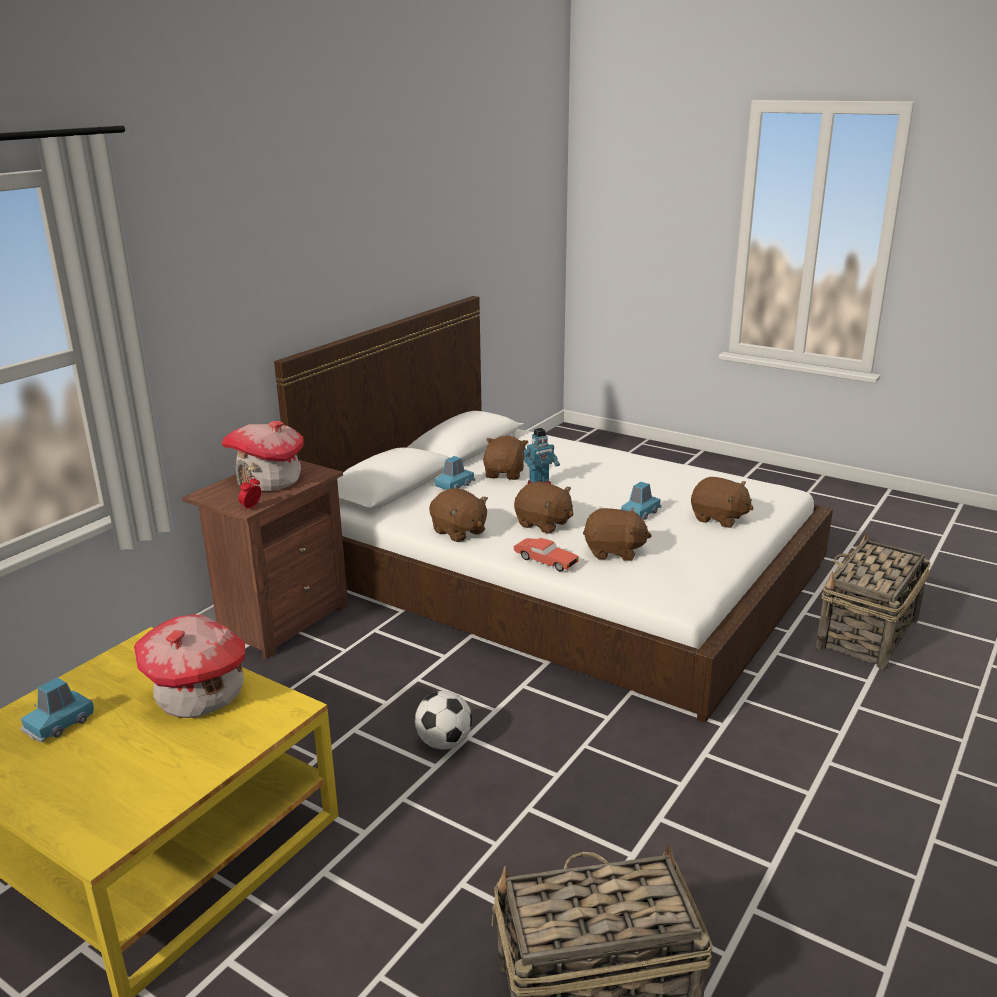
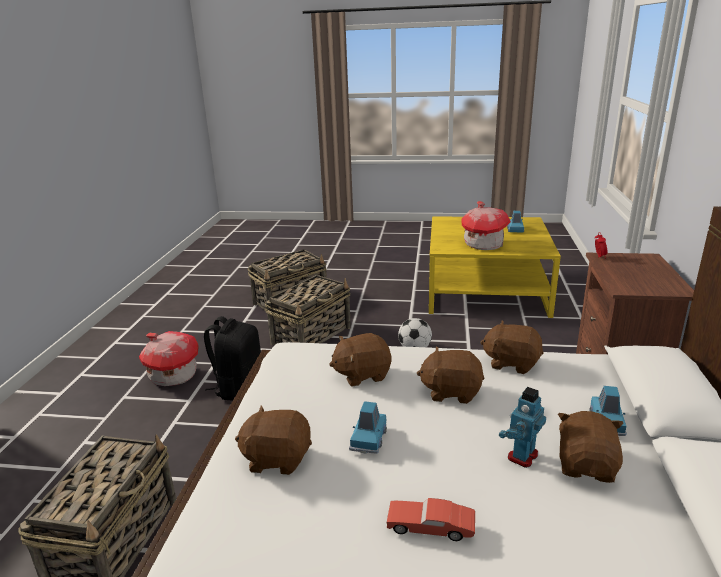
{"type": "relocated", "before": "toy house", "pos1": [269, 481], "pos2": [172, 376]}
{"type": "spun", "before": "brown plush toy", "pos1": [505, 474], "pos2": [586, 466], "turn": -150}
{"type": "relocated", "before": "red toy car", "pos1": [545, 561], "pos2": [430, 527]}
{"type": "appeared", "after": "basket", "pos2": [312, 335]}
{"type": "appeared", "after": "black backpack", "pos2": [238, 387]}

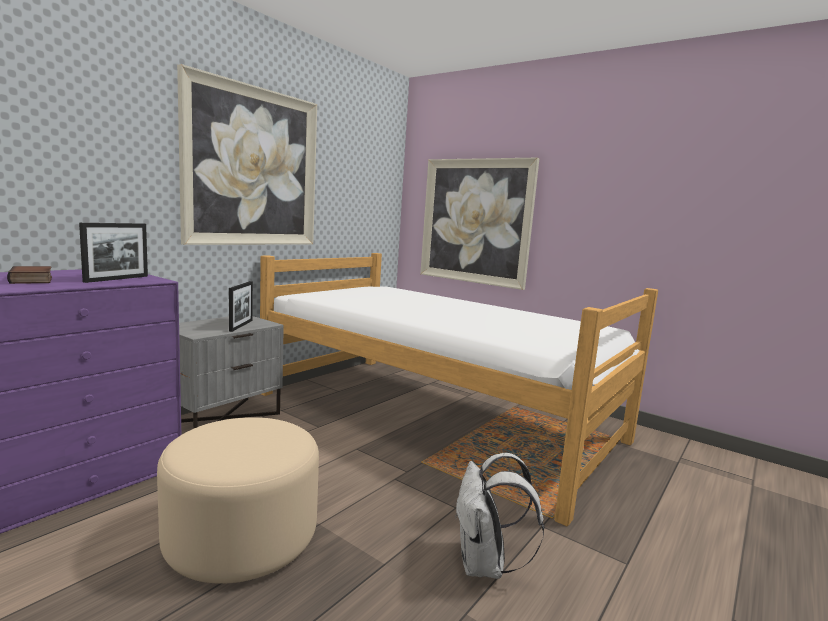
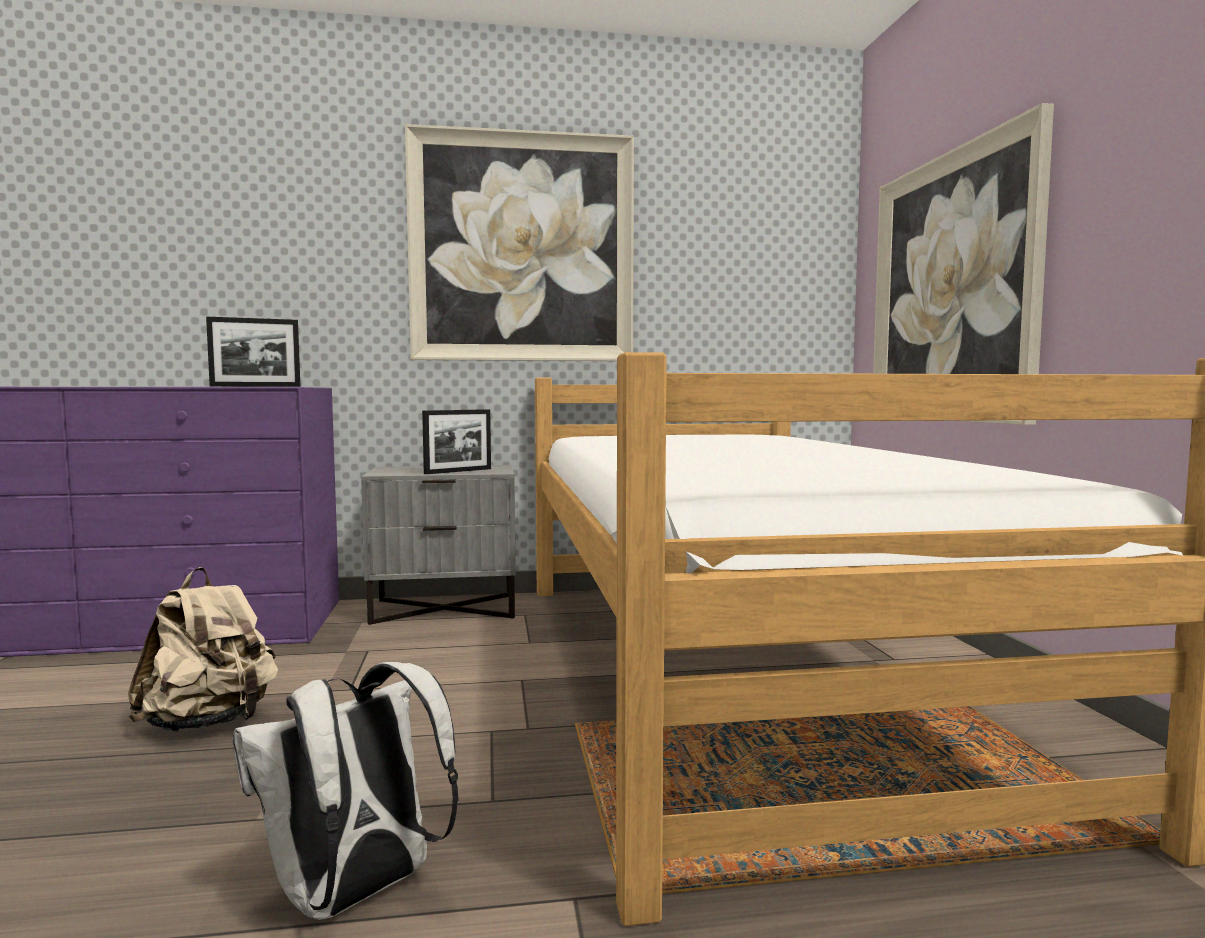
{"type": "missing", "before": "book", "pos1": [33, 280]}
{"type": "exchanged", "before": "beige ottoman", "after": "beige backpack", "pos1": [241, 537], "pos2": [209, 723]}

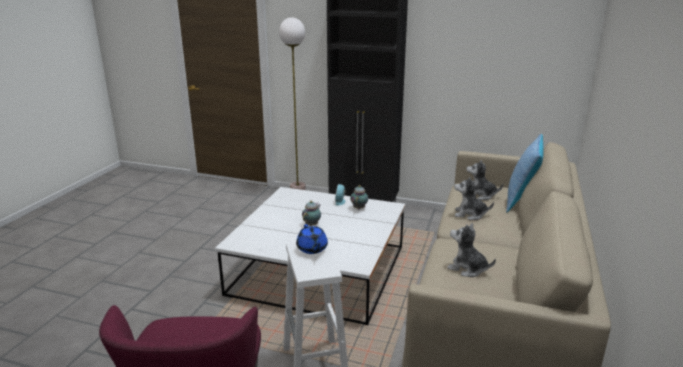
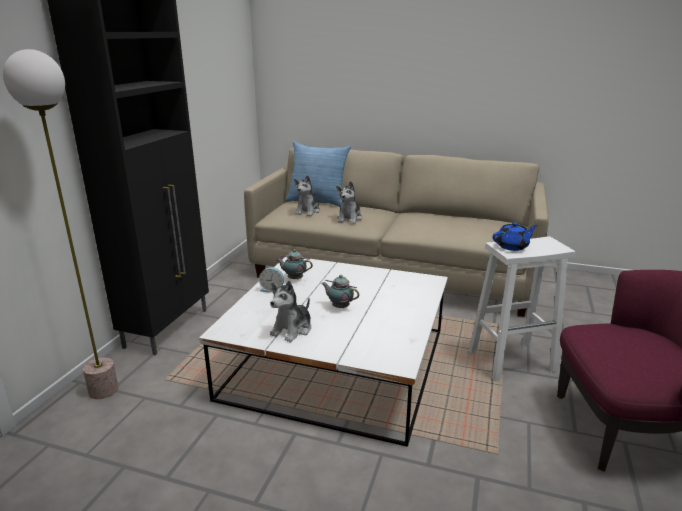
{"type": "relocated", "before": "plush toy", "pos1": [467, 269], "pos2": [292, 330]}

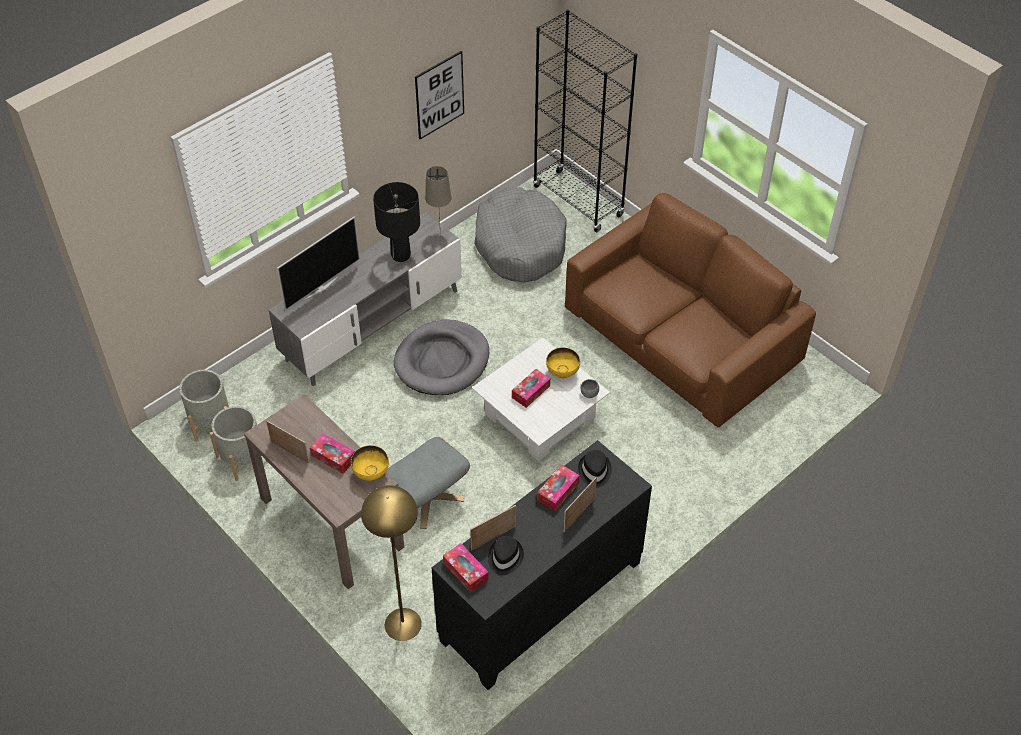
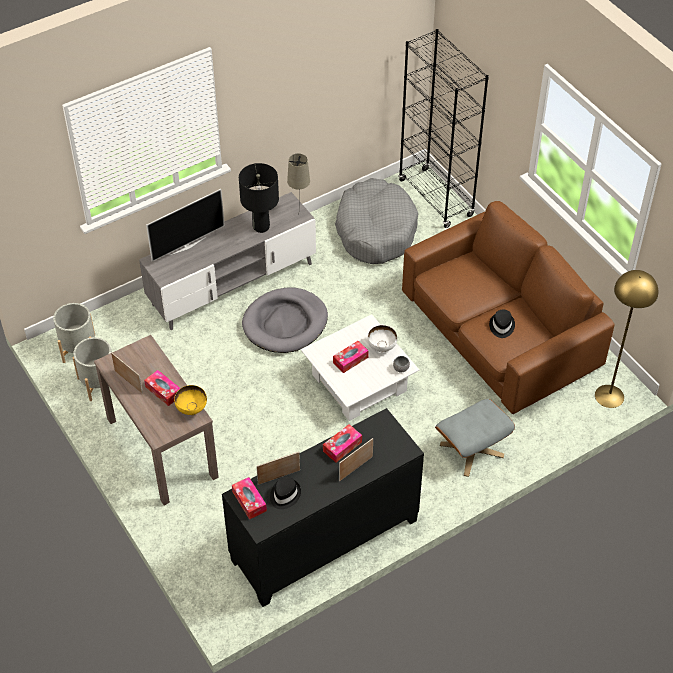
{"type": "missing", "before": "picture", "pos1": [439, 95]}
{"type": "colour", "before": "yellow bowl", "after": "white bowl", "pos1": [562, 373], "pos2": [381, 347]}
{"type": "relocated", "before": "grey ottoman", "pos1": [427, 497], "pos2": [472, 450]}
{"type": "relocated", "before": "black hat", "pos1": [594, 471], "pos2": [501, 326]}
{"type": "relocated", "before": "yellow floor lamp", "pos1": [403, 624], "pos2": [609, 396]}

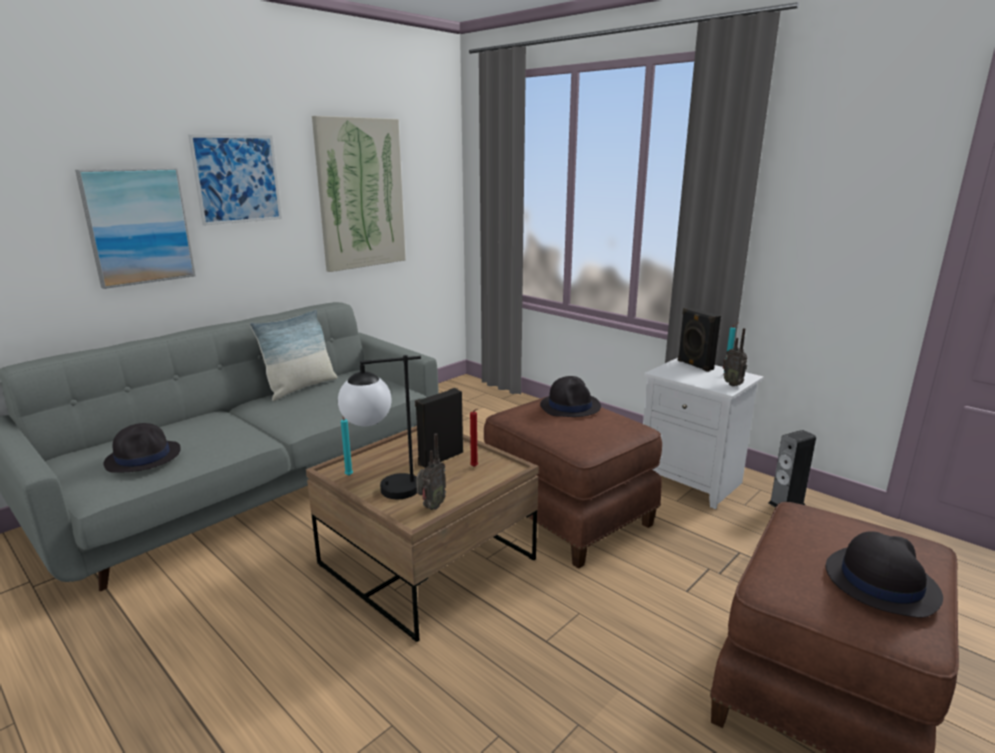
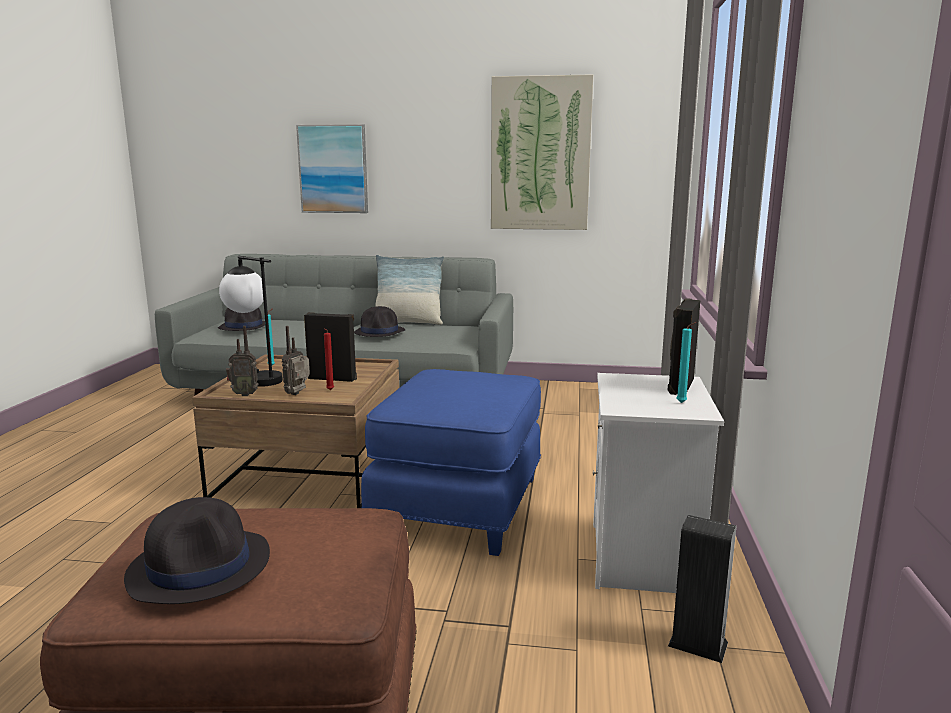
{"type": "missing", "before": "picture", "pos1": [237, 179]}
{"type": "relocated", "before": "radio", "pos1": [733, 384], "pos2": [298, 394]}
{"type": "relocated", "before": "black hat", "pos1": [570, 406], "pos2": [380, 332]}
{"type": "colour", "before": "brown ottoman", "after": "blue ottoman", "pos1": [567, 513], "pos2": [460, 506]}

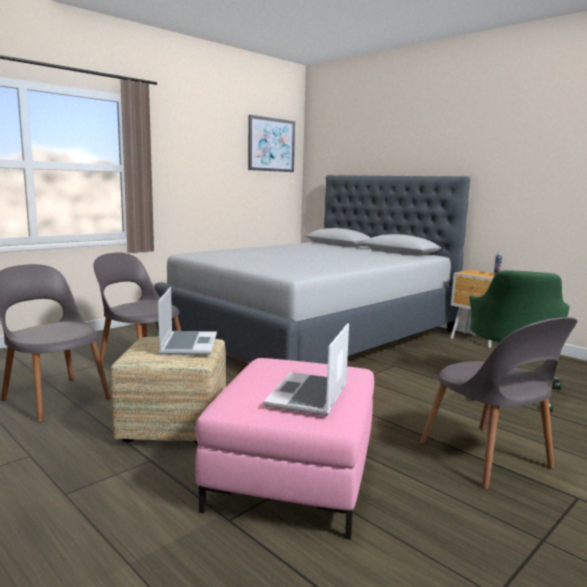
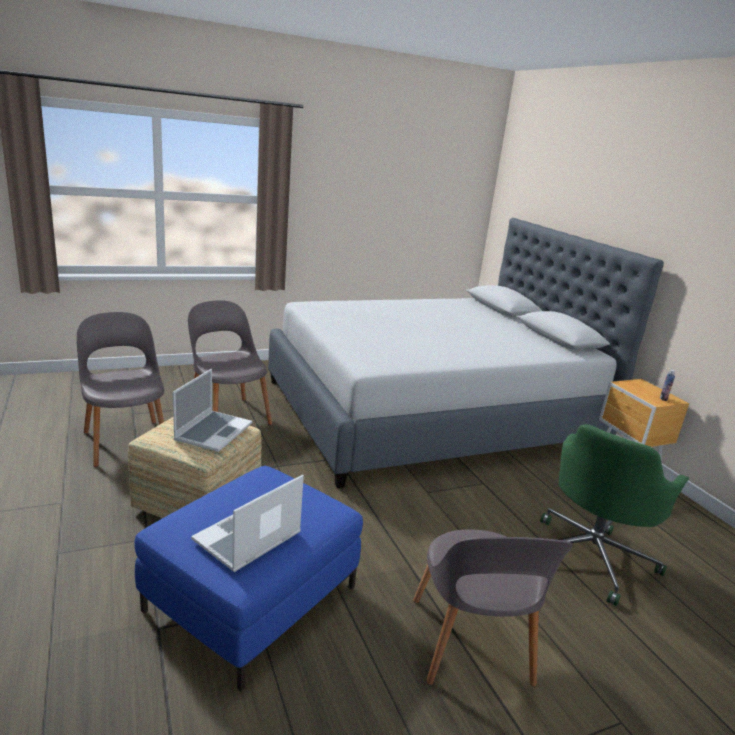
{"type": "missing", "before": "picture", "pos1": [271, 145]}
{"type": "colour", "before": "pink ottoman", "after": "blue ottoman", "pos1": [293, 476], "pos2": [252, 599]}

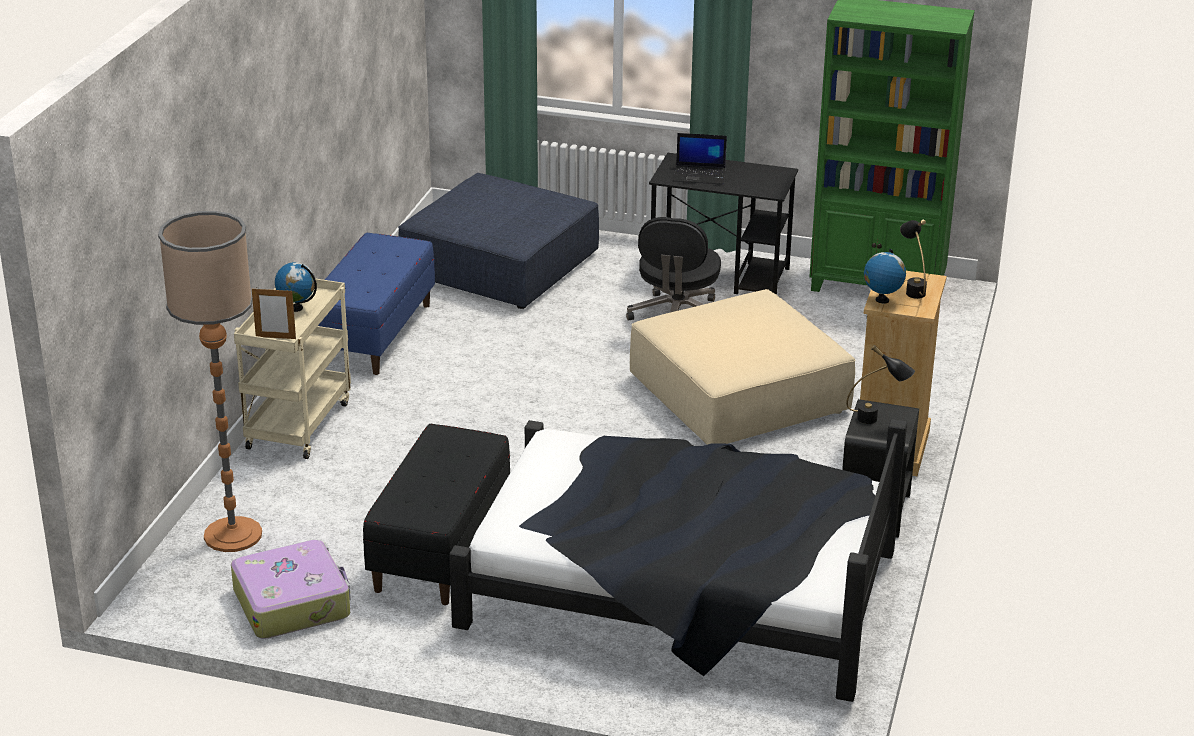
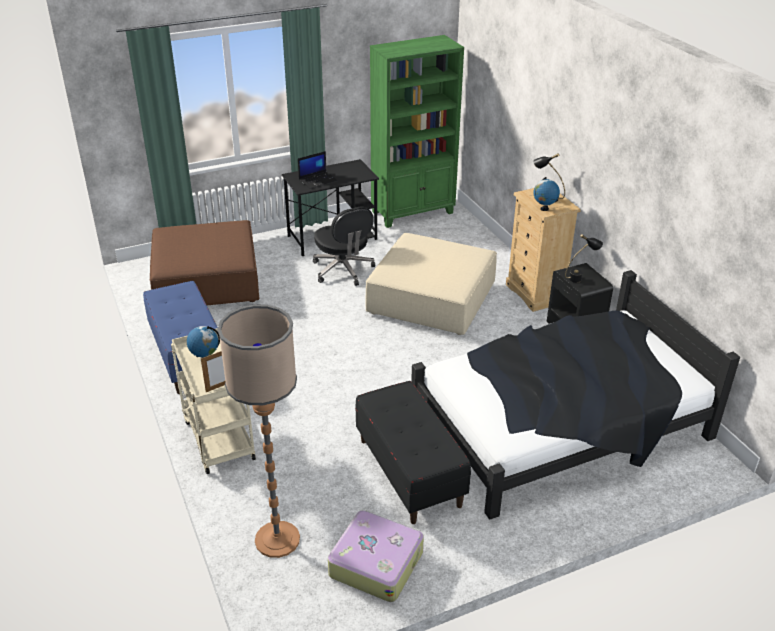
{"type": "colour", "before": "blue ottoman", "after": "brown ottoman", "pos1": [499, 265], "pos2": [206, 281]}

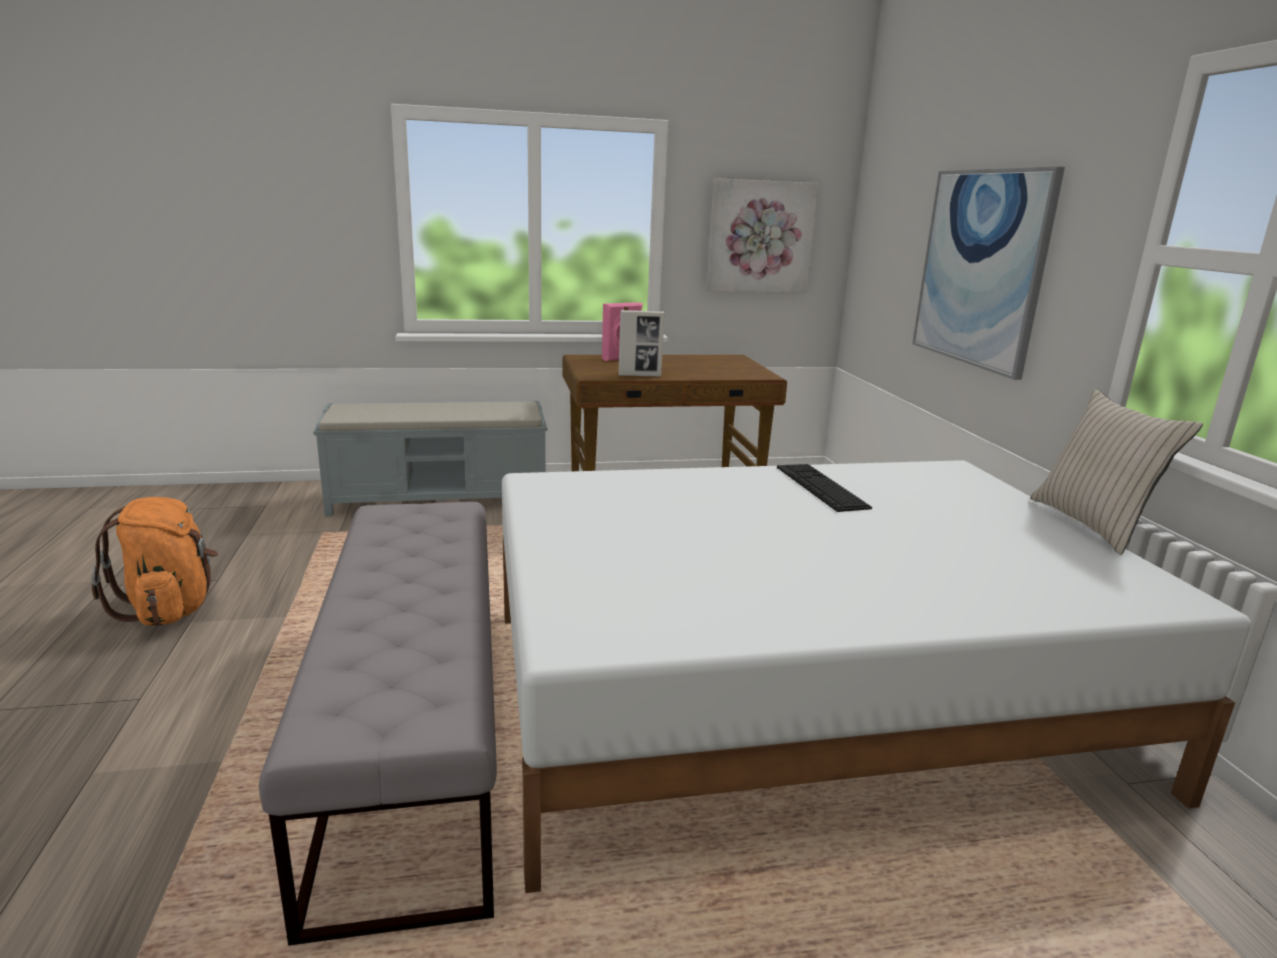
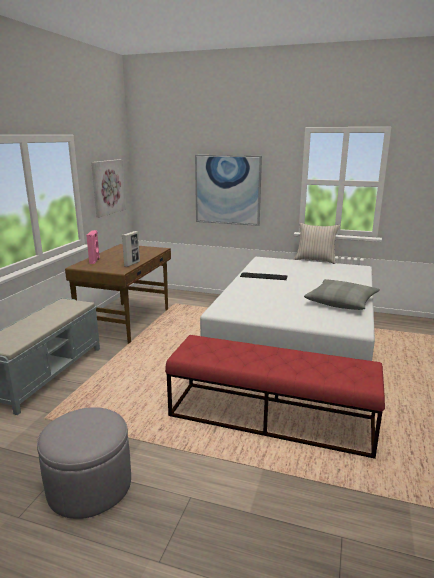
{"type": "exchanged", "before": "orange backpack", "after": "grey ottoman", "pos1": [170, 609], "pos2": [89, 485]}
{"type": "colour", "before": "grey bench", "after": "red bench", "pos1": [415, 732], "pos2": [271, 417]}
{"type": "appeared", "after": "grey pillow", "pos2": [341, 301]}

